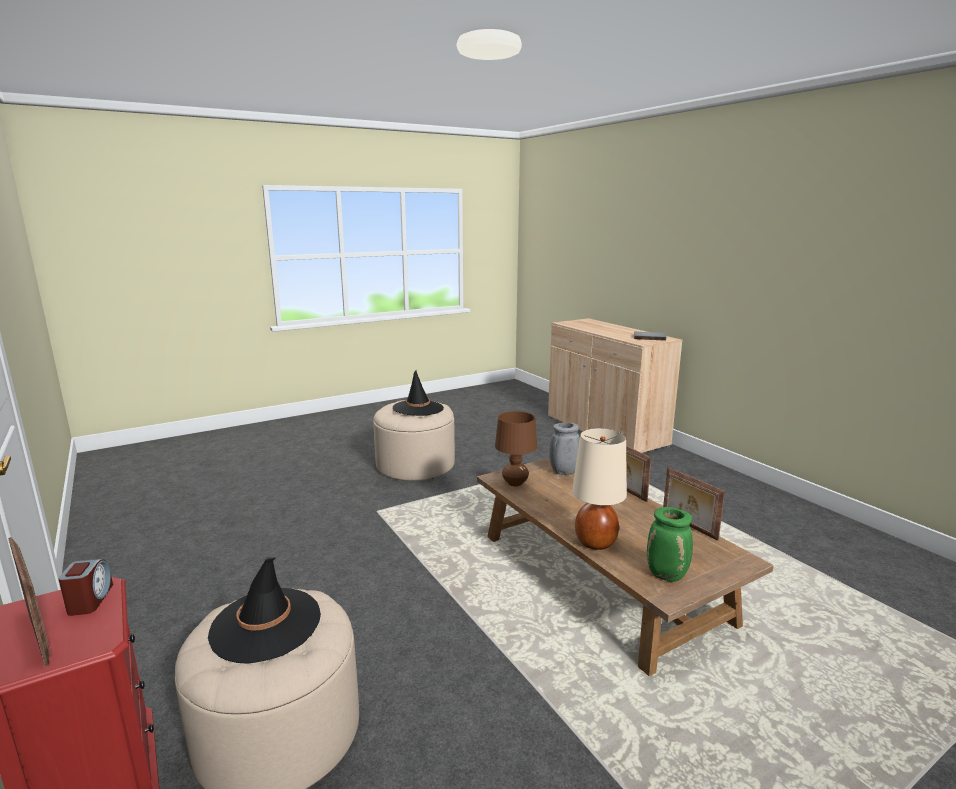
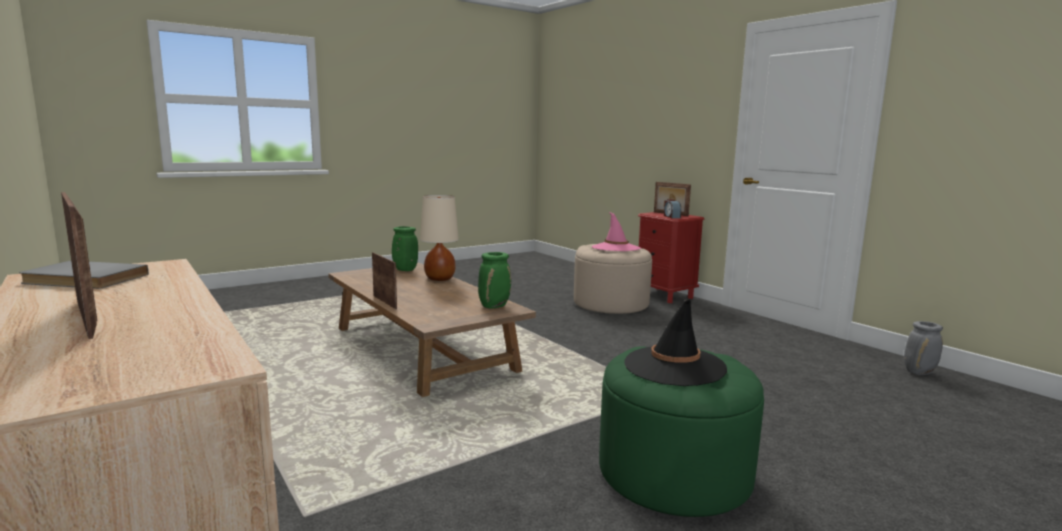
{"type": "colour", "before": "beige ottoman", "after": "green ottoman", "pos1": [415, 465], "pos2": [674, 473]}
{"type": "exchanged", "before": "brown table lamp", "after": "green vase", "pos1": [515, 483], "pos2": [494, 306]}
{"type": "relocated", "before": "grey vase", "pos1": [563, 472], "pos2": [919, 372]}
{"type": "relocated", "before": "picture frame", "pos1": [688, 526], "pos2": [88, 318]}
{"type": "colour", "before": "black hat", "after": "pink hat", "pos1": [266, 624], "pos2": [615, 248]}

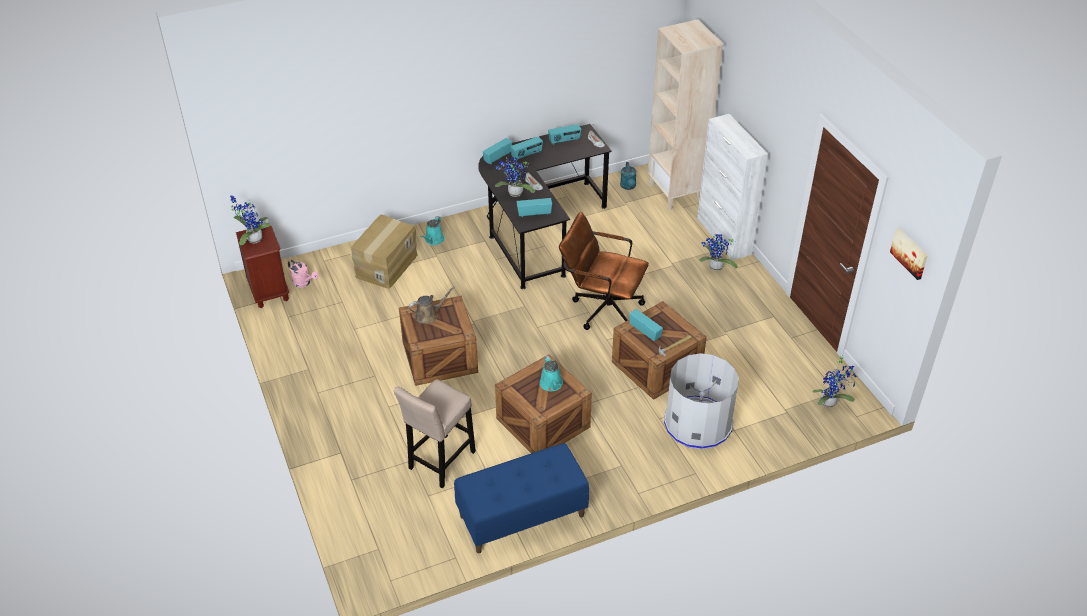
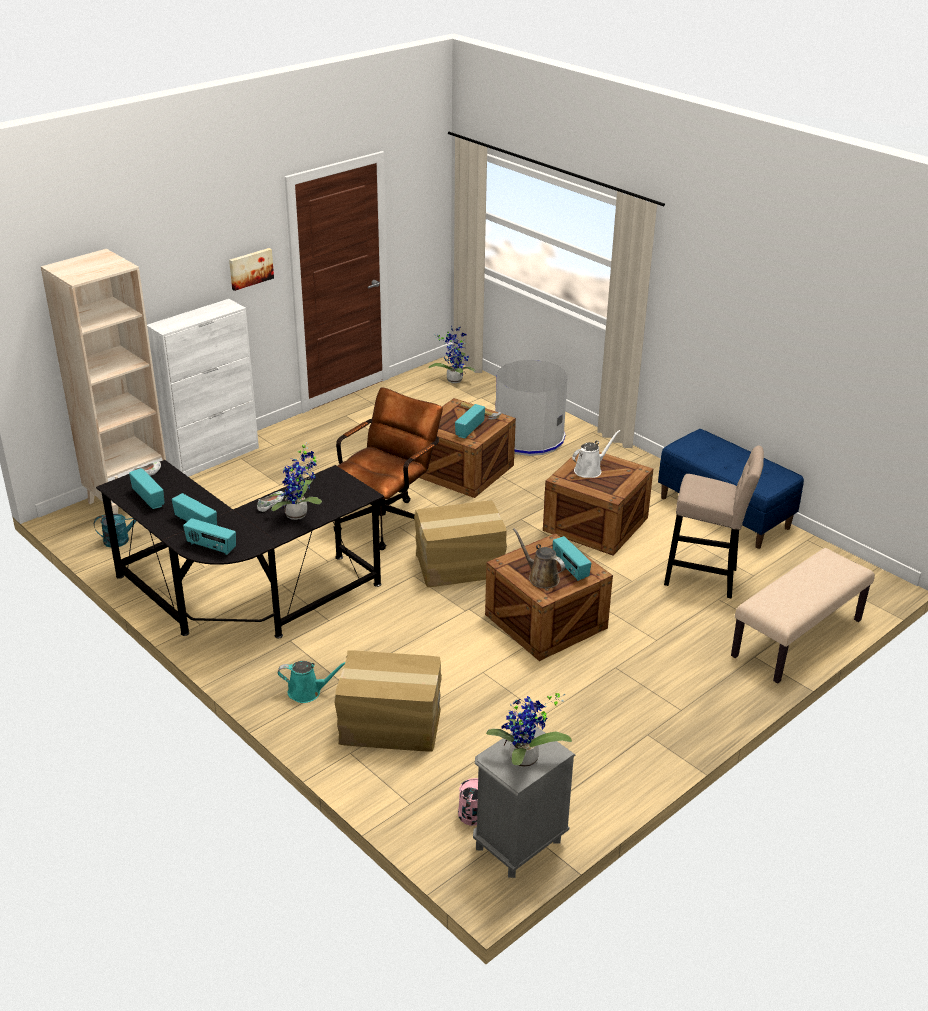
{"type": "relocated", "before": "radio", "pos1": [534, 213], "pos2": [570, 569]}
{"type": "spun", "before": "brown office chair", "pos1": [601, 308], "pos2": [387, 519], "turn": -150}
{"type": "colour", "before": "brown nightstand", "after": "grey nightstand", "pos1": [269, 292], "pos2": [518, 844]}
{"type": "relocated", "before": "picture", "pos1": [910, 253], "pos2": [250, 268]}
{"type": "missing", "before": "potted plant", "pos1": [715, 268]}
{"type": "colour", "before": "turquoise watering can", "after": "white watering can", "pos1": [552, 384], "pos2": [590, 470]}
{"type": "appeared", "after": "cardboard box", "pos2": [460, 566]}
{"type": "appeared", "after": "beige bench", "pos2": [797, 639]}

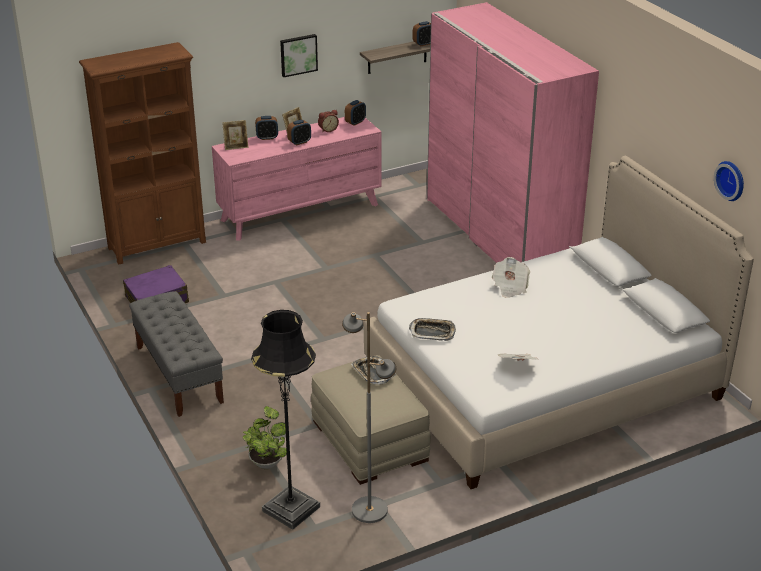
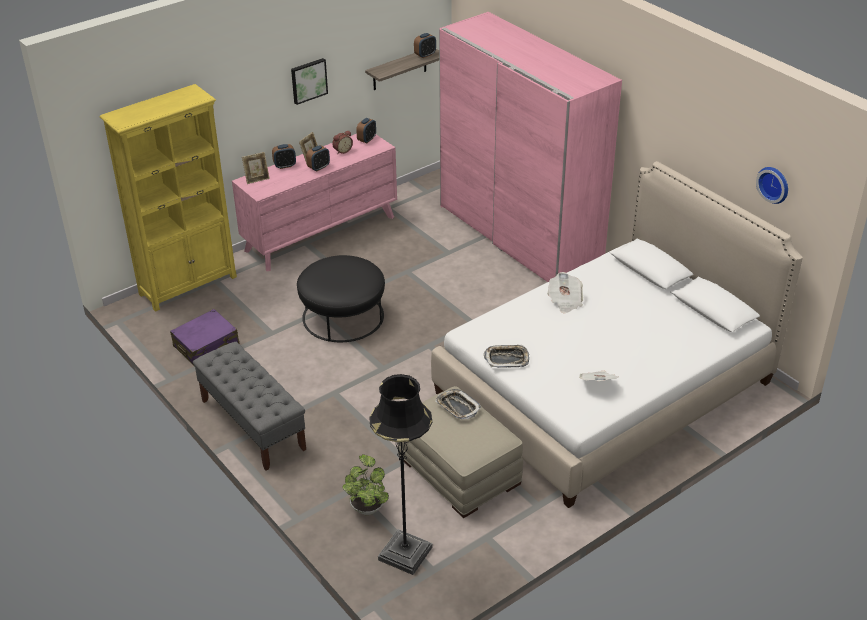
{"type": "colour", "before": "brown bookcase", "after": "yellow bookcase", "pos1": [157, 245], "pos2": [189, 285]}
{"type": "missing", "before": "grey floor lamp", "pos1": [369, 510]}
{"type": "appeared", "after": "black ottoman", "pos2": [343, 316]}

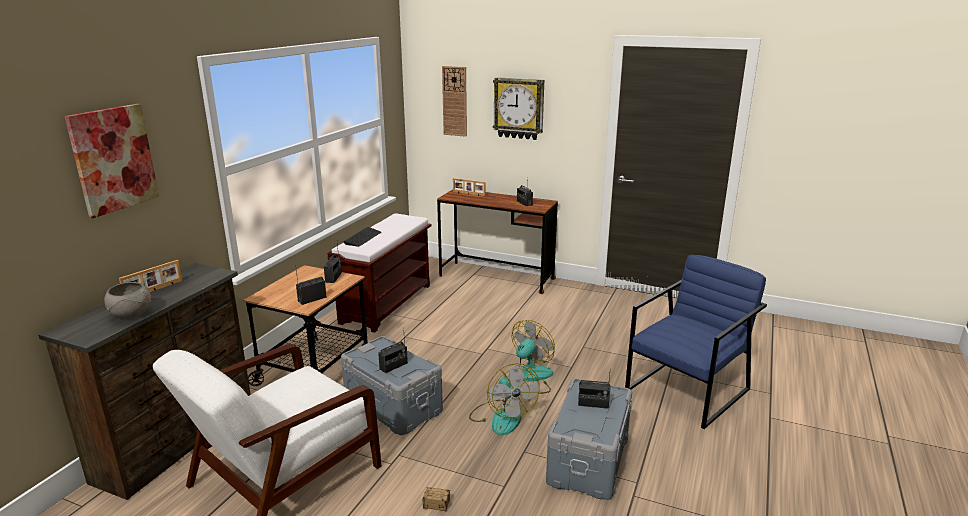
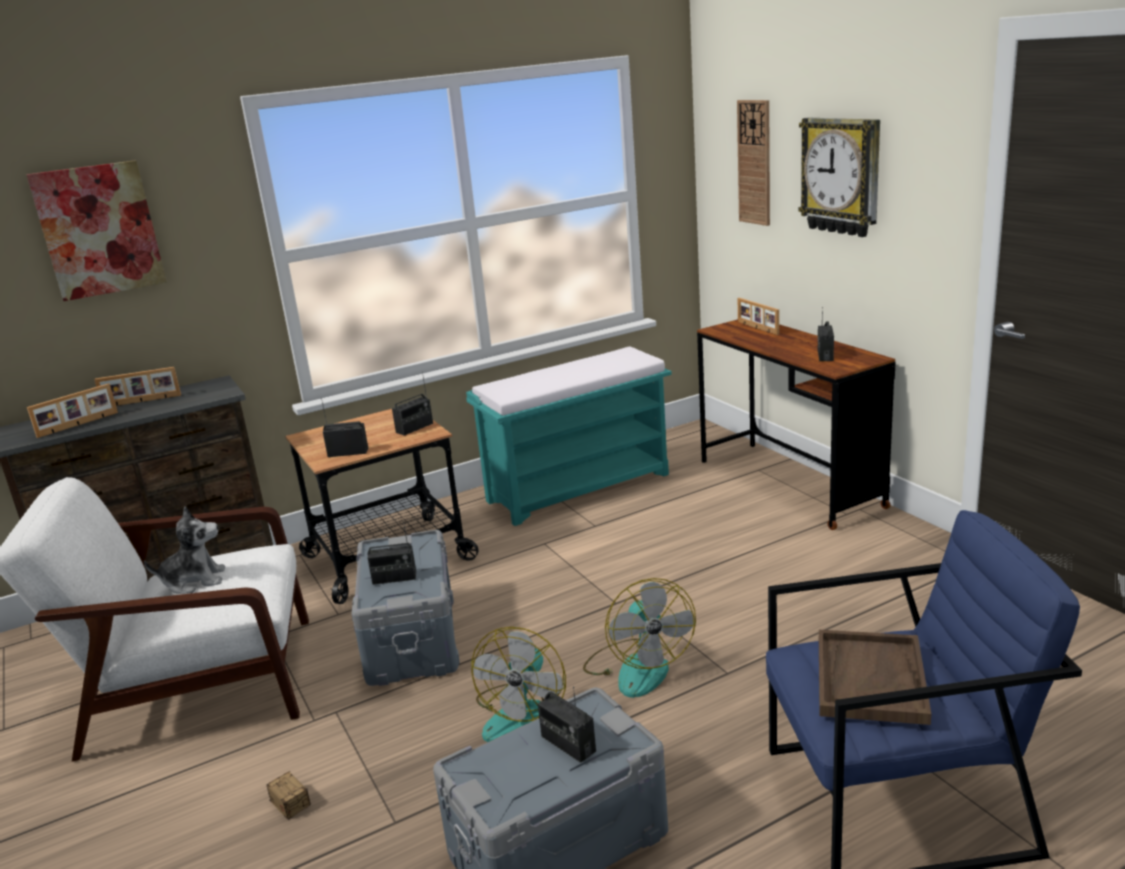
{"type": "colour", "before": "brown bench", "after": "turquoise bench", "pos1": [386, 303], "pos2": [579, 487]}
{"type": "missing", "before": "keyboard", "pos1": [362, 238]}
{"type": "exchanged", "before": "grey bowl", "after": "picture frame", "pos1": [130, 314], "pos2": [78, 425]}
{"type": "spun", "before": "fan", "pos1": [529, 378], "pos2": [637, 667], "turn": 90}
{"type": "appeared", "after": "plush toy", "pos2": [194, 581]}
{"type": "appeared", "after": "brown tray", "pos2": [870, 679]}

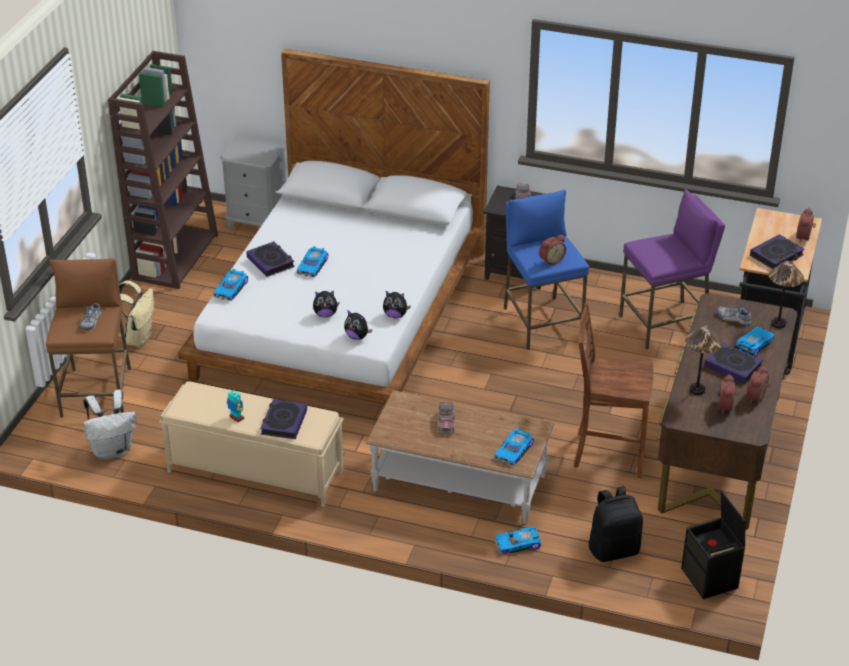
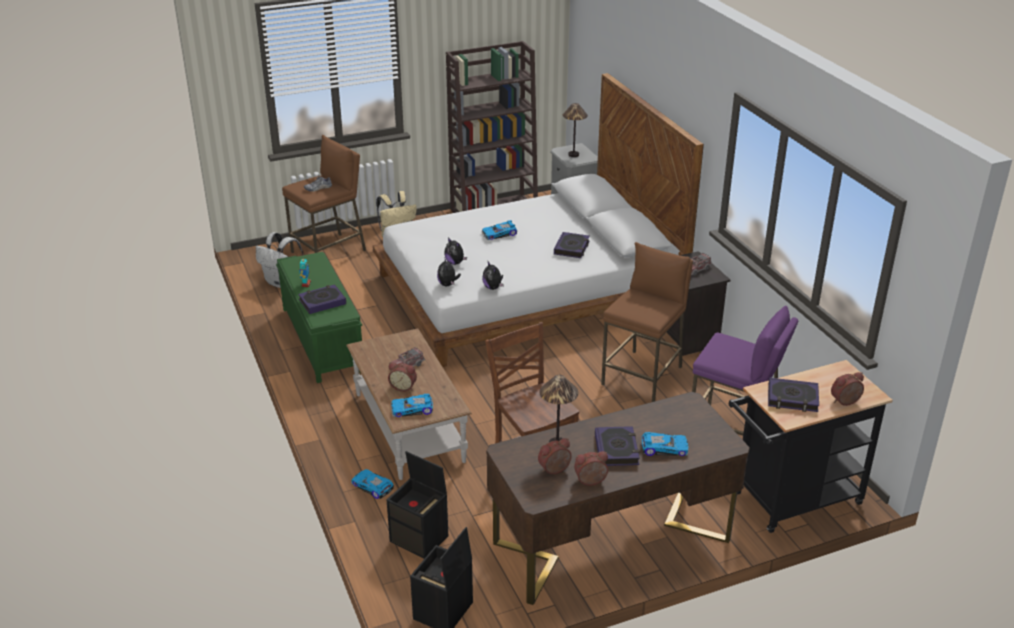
{"type": "colour", "before": "blue stool", "after": "brown stool", "pos1": [542, 323], "pos2": [643, 375]}
{"type": "relocated", "before": "alarm clock", "pos1": [551, 260], "pos2": [403, 387]}
{"type": "relocated", "before": "book", "pos1": [270, 262], "pos2": [572, 248]}
{"type": "relocated", "before": "table lamp", "pos1": [778, 324], "pos2": [573, 155]}
{"type": "missing", "before": "toy car", "pos1": [231, 289]}
{"type": "missing", "before": "shoe", "pos1": [733, 318]}
{"type": "colour", "before": "beige bench", "after": "green bench", "pos1": [254, 470], "pos2": [322, 339]}
{"type": "exchanged", "before": "black backpack", "after": "black storage box", "pos1": [614, 549], "pos2": [420, 538]}

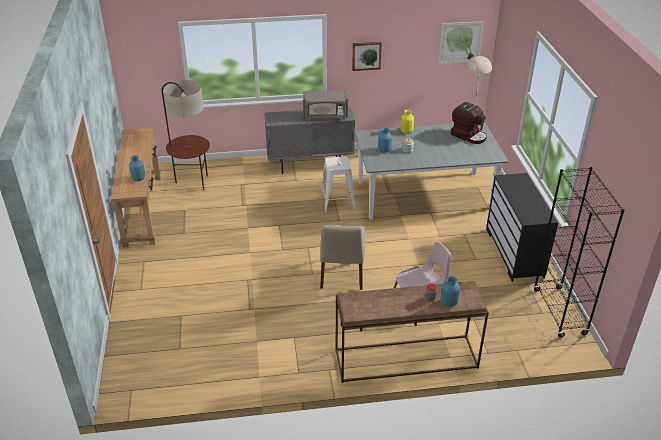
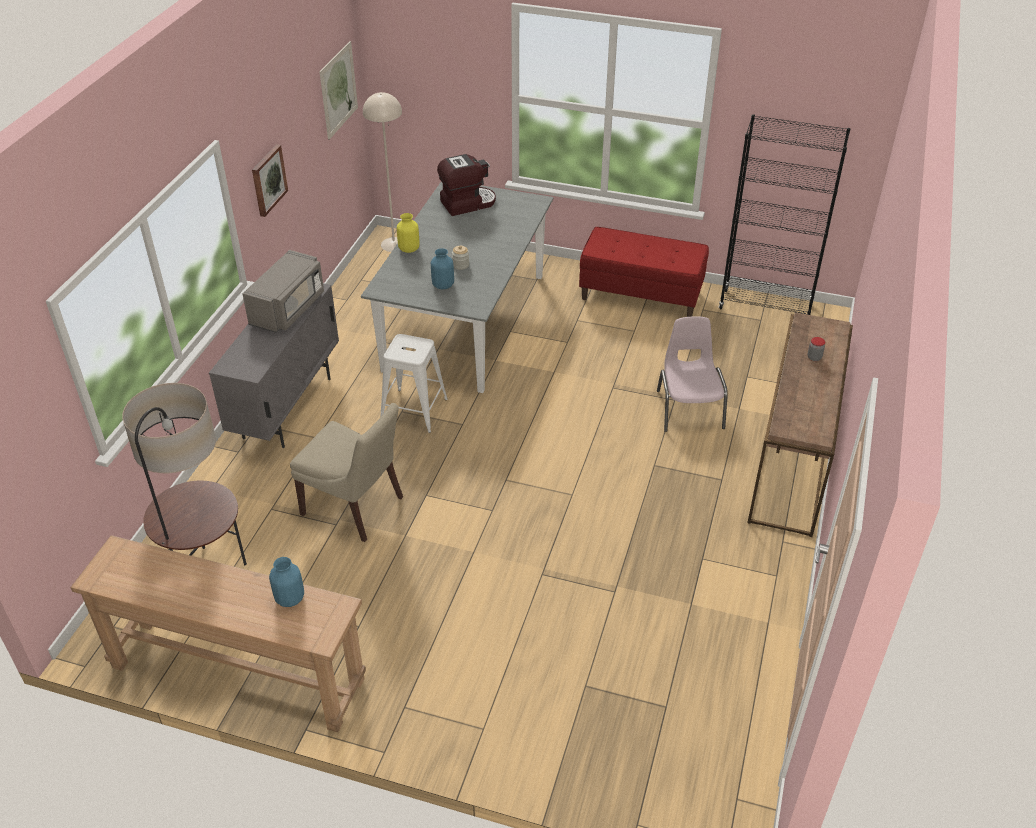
{"type": "exchanged", "before": "black dresser", "after": "red bench", "pos1": [515, 253], "pos2": [641, 295]}
{"type": "relocated", "before": "beige chair", "pos1": [342, 275], "pos2": [355, 507]}
{"type": "missing", "before": "blue vase", "pos1": [449, 303]}

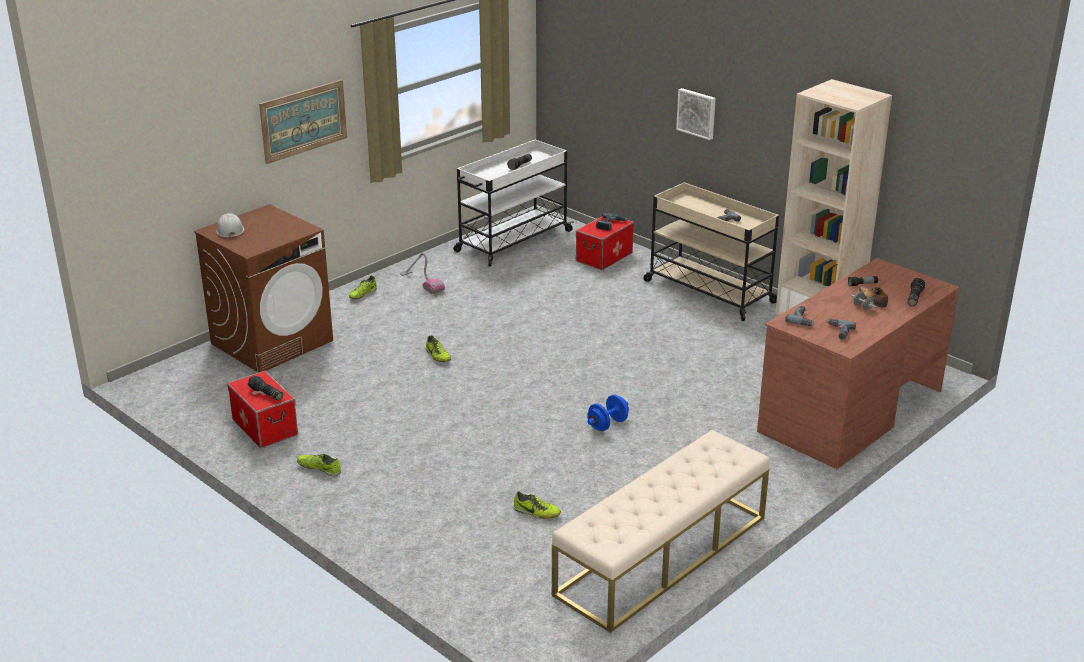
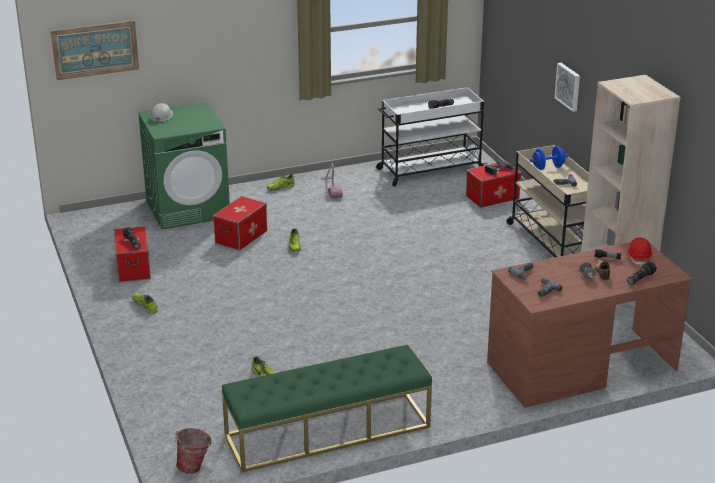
{"type": "relocated", "before": "picture", "pos1": [303, 121], "pos2": [95, 50]}
{"type": "colour", "before": "brown washing machine", "after": "green washing machine", "pos1": [272, 342], "pos2": [188, 209]}
{"type": "relocated", "before": "blue dumbbell", "pos1": [607, 424], "pos2": [548, 167]}
{"type": "colour", "before": "beige bench", "after": "green bench", "pos1": [662, 555], "pos2": [327, 431]}
{"type": "appeared", "after": "storage box", "pos2": [241, 236]}
{"type": "appeared", "after": "red hard hat", "pos2": [638, 257]}
{"type": "appeared", "after": "bucket", "pos2": [195, 467]}

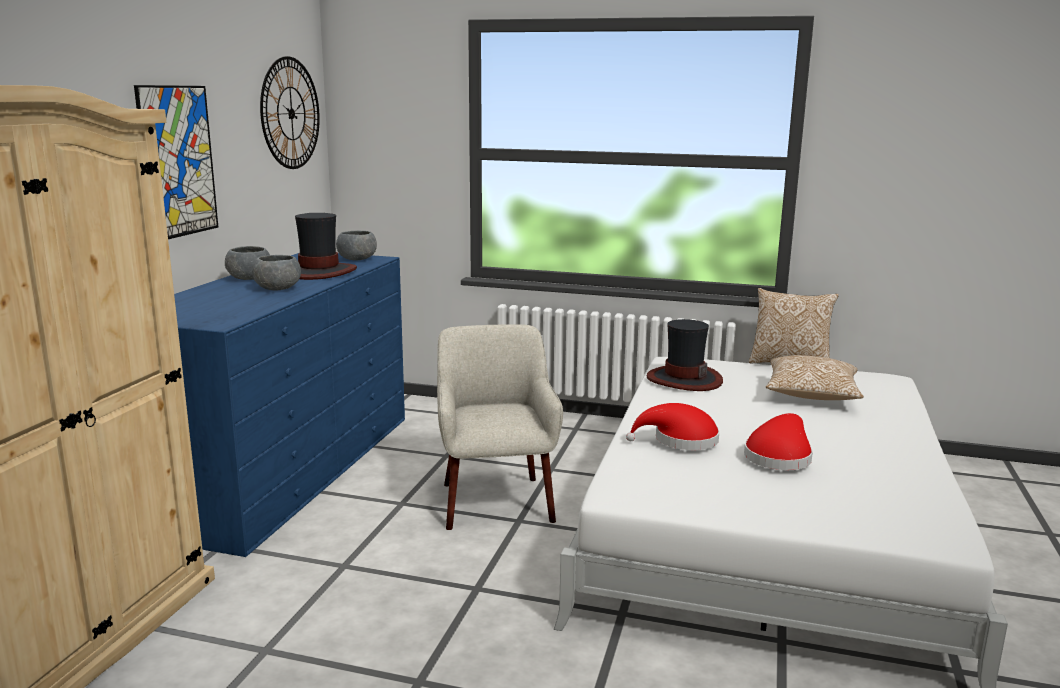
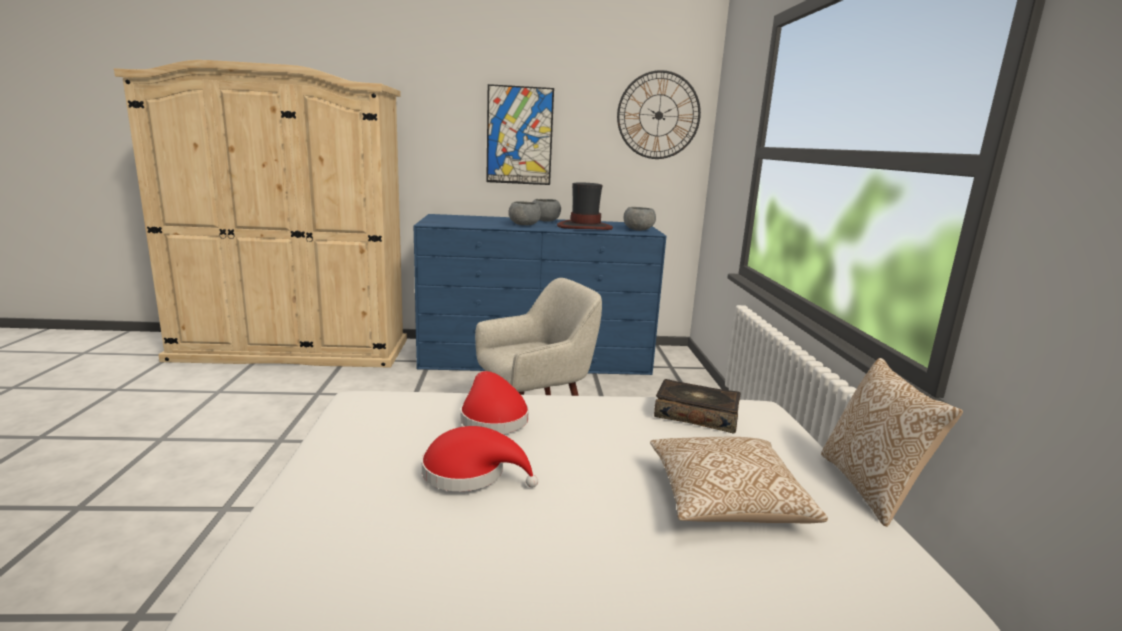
{"type": "exchanged", "before": "hat", "after": "book", "pos1": [684, 379], "pos2": [696, 415]}

